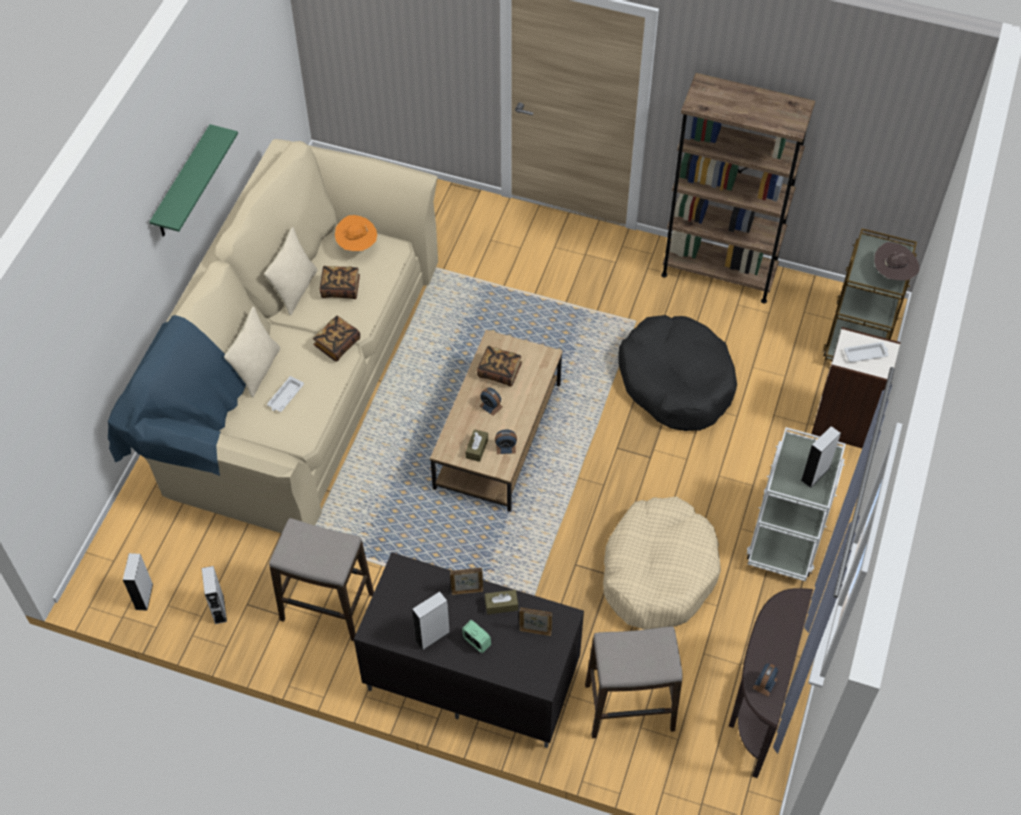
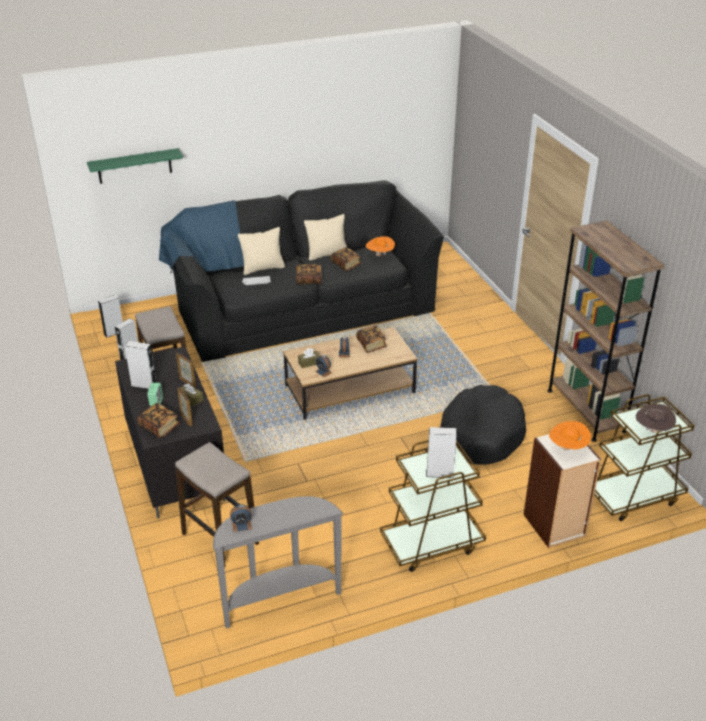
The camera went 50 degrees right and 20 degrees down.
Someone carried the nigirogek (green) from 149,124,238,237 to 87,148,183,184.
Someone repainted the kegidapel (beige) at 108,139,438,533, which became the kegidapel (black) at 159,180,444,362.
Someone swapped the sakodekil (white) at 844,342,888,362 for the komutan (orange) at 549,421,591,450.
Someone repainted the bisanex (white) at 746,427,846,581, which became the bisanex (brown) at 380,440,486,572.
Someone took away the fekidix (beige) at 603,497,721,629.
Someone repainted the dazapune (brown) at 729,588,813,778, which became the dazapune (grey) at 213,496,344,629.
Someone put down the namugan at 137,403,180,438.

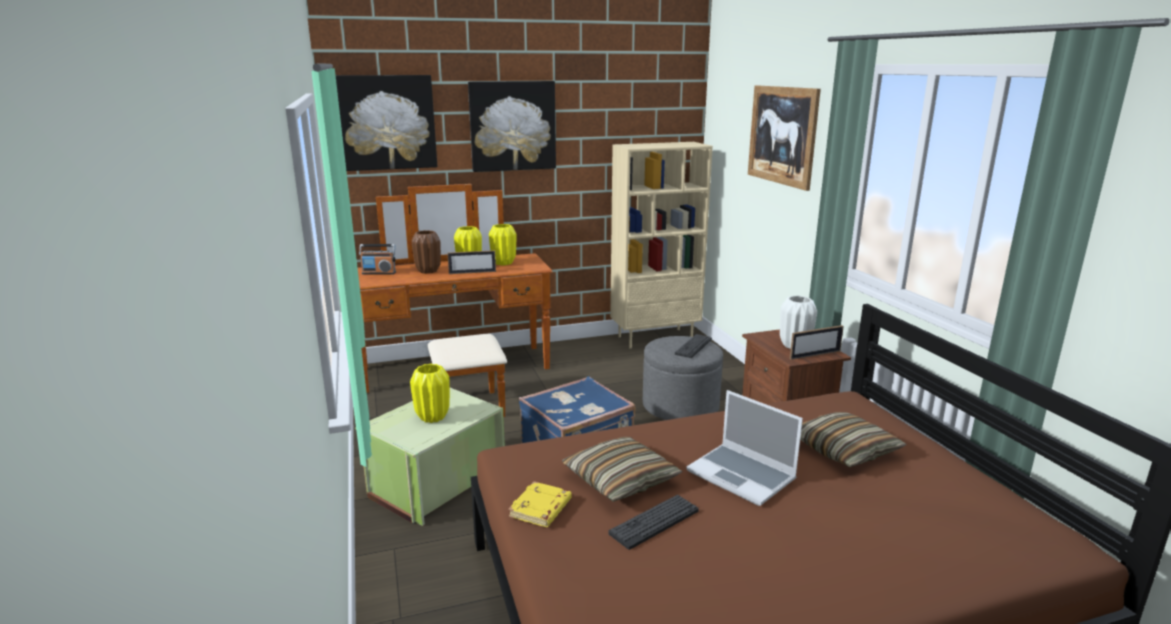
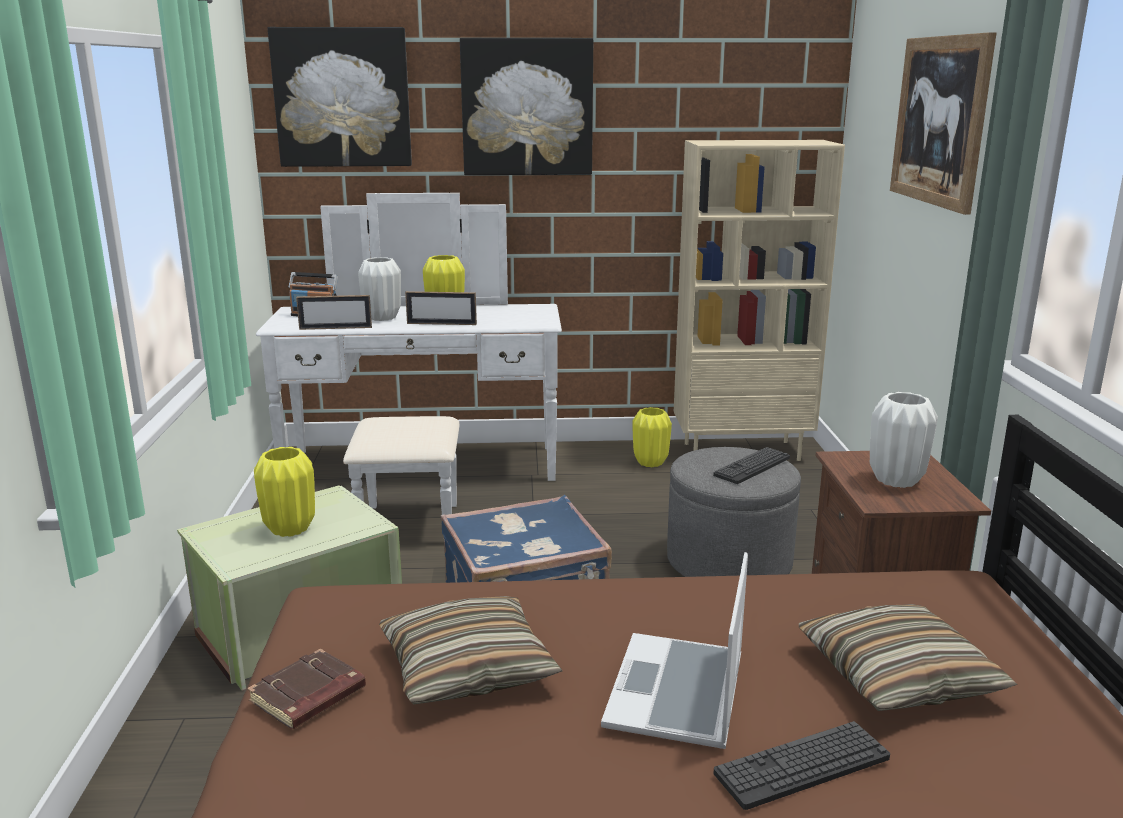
The camera went 15 degrees right and 0 degrees up.
Someone repainted the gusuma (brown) at 358,184,553,417, which became the gusuma (white) at 256,193,562,515.
Someone carried the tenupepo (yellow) from 489,224,516,266 to 633,407,672,467.
Someone repainted the tenupepo (brown) at 411,230,441,274, which became the tenupepo (white) at 358,257,401,321.
Someone carried the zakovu from 790,325,844,360 to 296,295,372,330.
Someone rotated the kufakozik at 686,390,803,506 by 45 degrees clockwise.
Someone repainted the namugan (yellow) at 508,481,572,527, which became the namugan (brown) at 247,649,366,729.
Someone carried the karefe from 609,495,699,550 to 714,721,890,810.

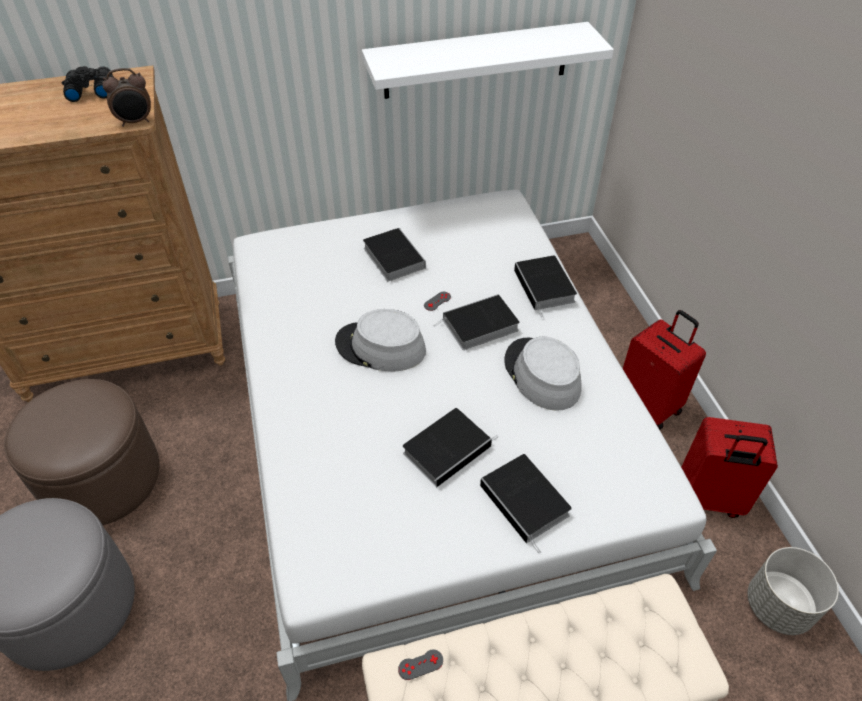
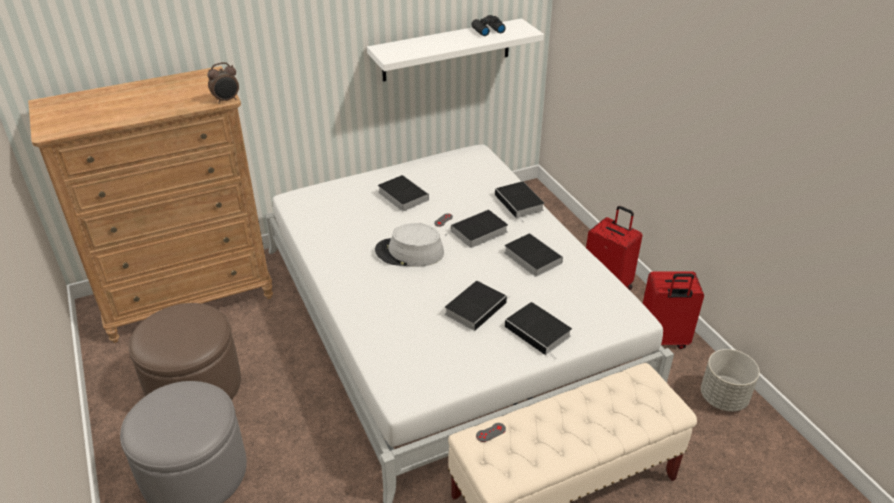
The camera went 10 degrees left and 10 degrees down.
Someone carried the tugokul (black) from 61,66,114,102 to 471,15,506,36.
Someone swapped the komutan (grey) at 504,337,581,411 for the namugan at 504,233,563,277.

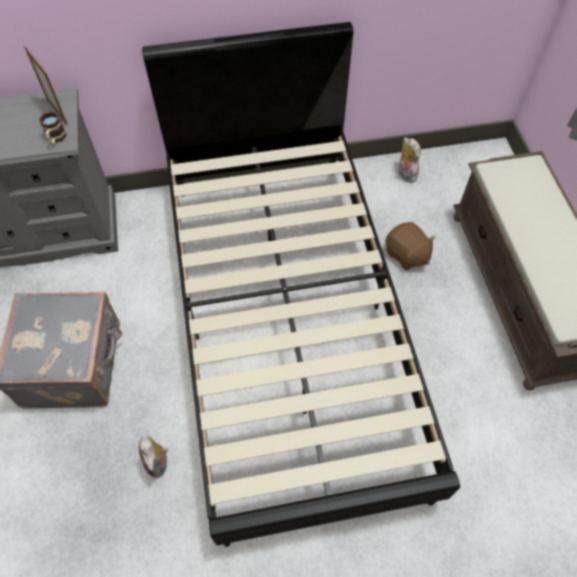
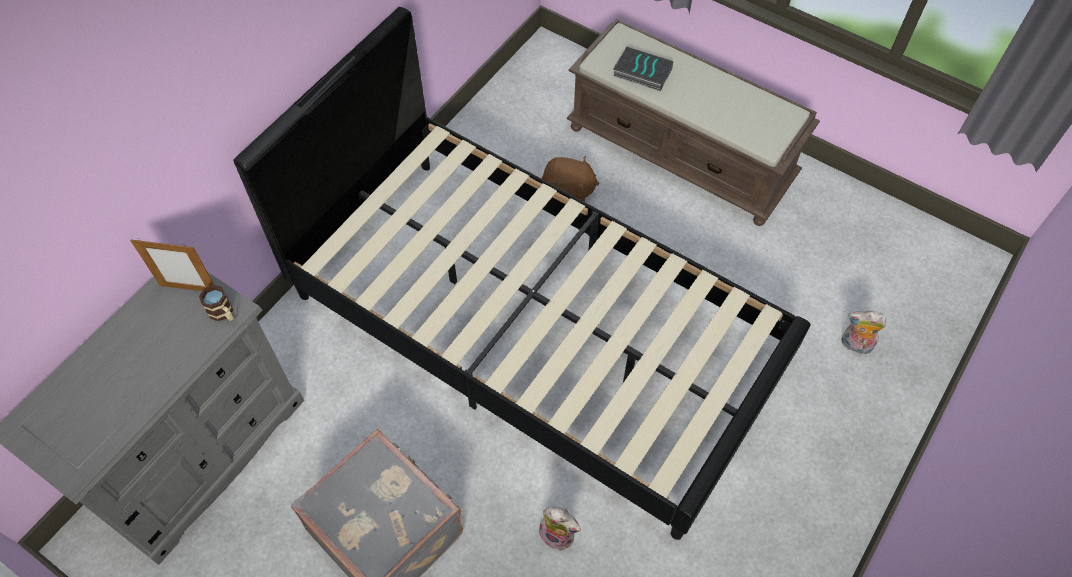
The camera went 45 degrees left and 0 degrees up.
Someone carried the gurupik from 398,137,421,183 to 841,311,886,354.
Someone put down the namugan at 613,47,673,91.

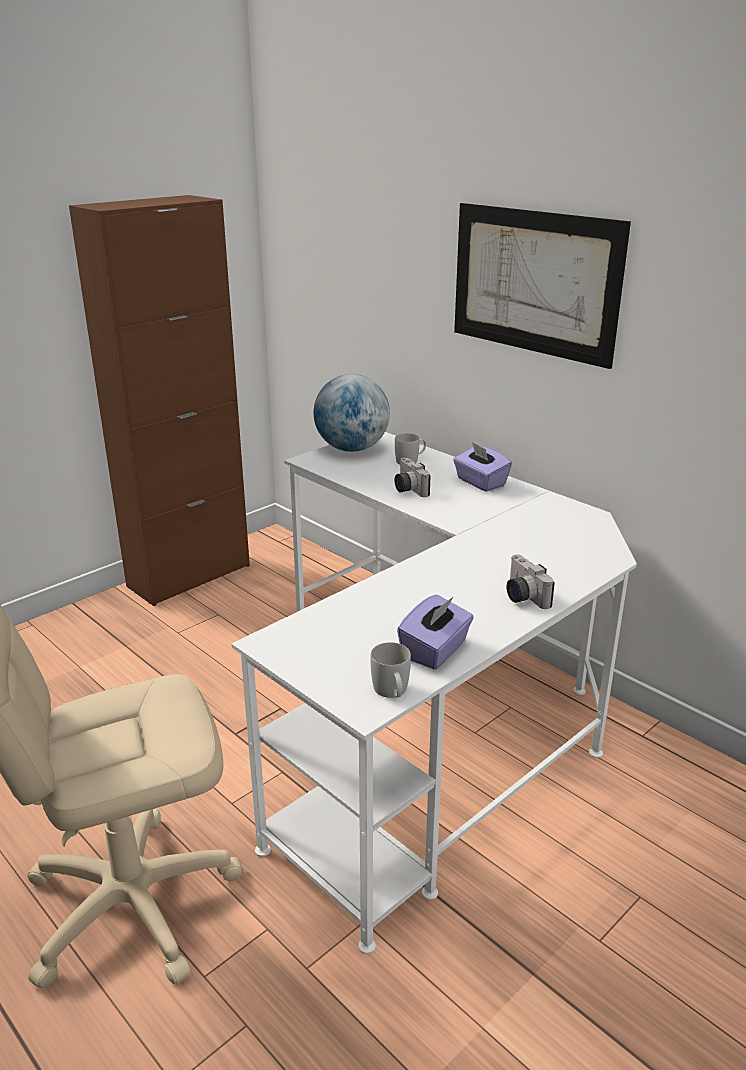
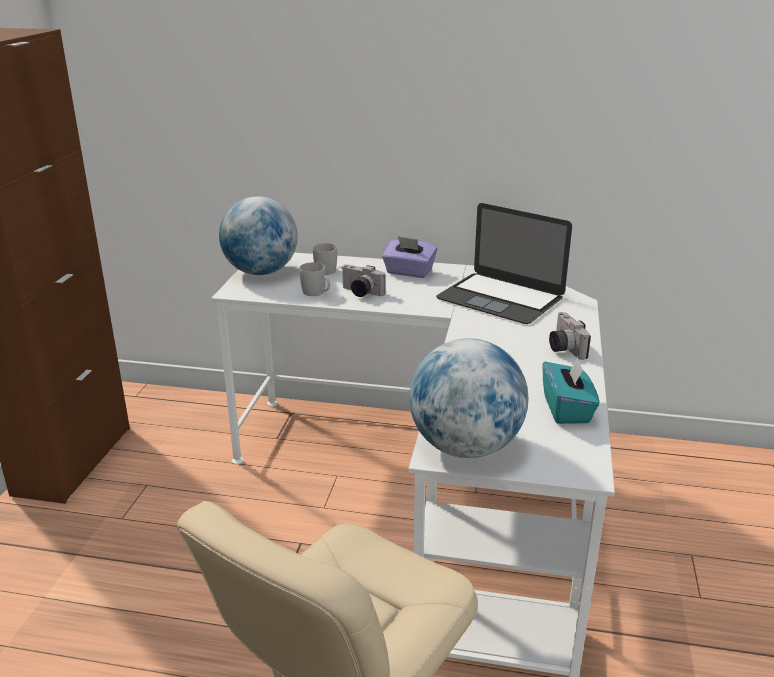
The camera went 35 degrees left and 0 degrees up.
Someone took away the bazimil at 454,203,631,369.
Someone rotated the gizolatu at 506,554,555,609 by 45 degrees clockwise.
Someone repainted the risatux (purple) at 397,594,474,670, which became the risatux (turquoise) at 543,357,600,424.
Someone carried the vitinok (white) from 370,642,411,698 to 300,262,330,296.
Someone put down the kufakozik at 436,203,572,324.
Someone put down the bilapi at 409,338,528,458.

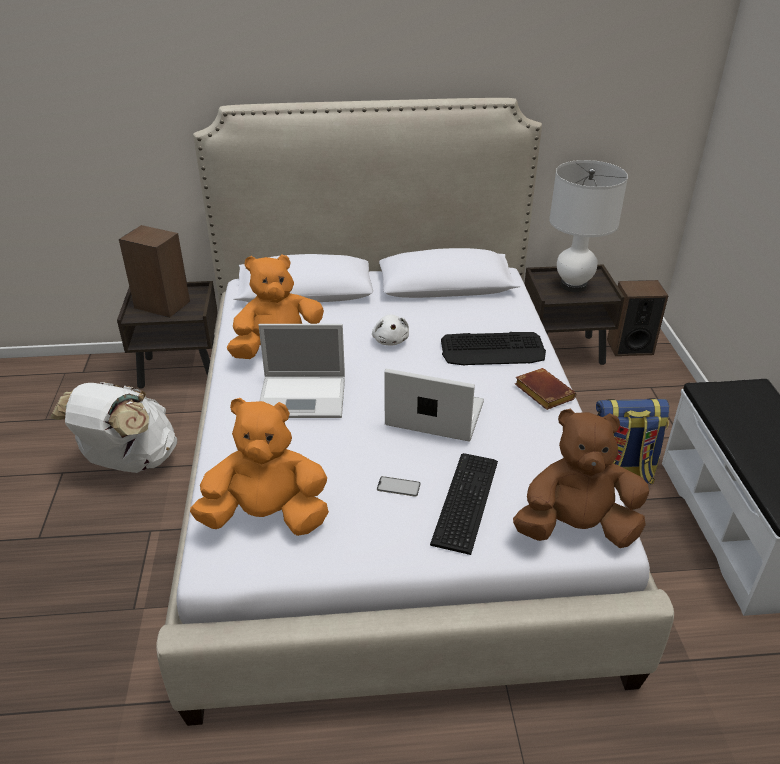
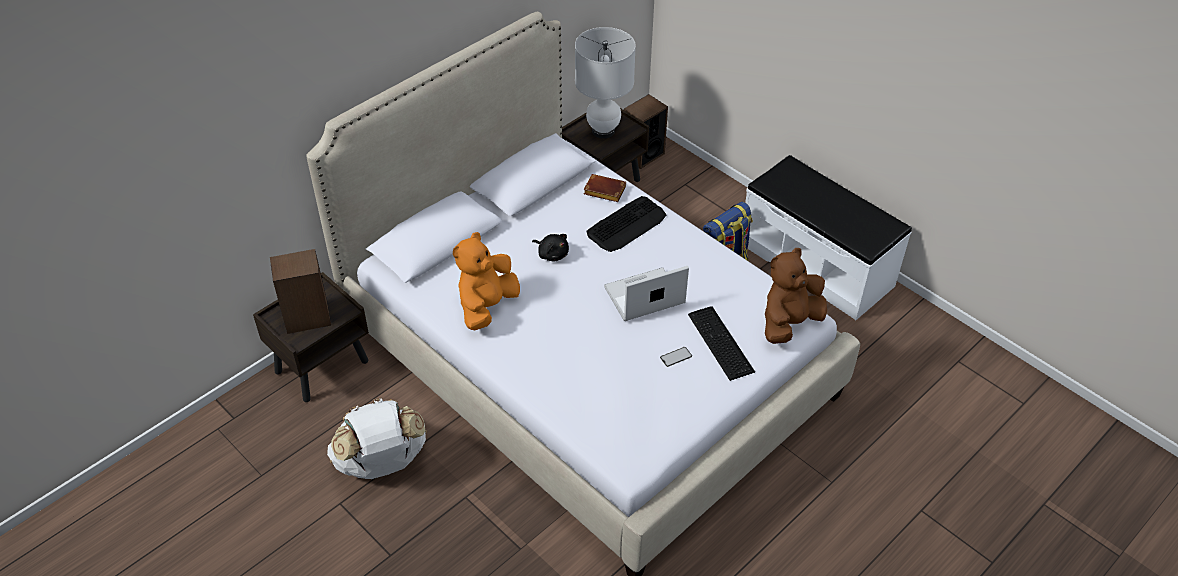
The camera went 40 degrees left and 10 degrees up.
Someone repainted the gurupik (white) at 372,314,409,346, which became the gurupik (black) at 532,234,569,262.
Someone took away the kufakozik at 259,324,345,418.
Someone carried the namugan (brown) from 515,368,576,410 to 584,174,626,202.
Someone took away the gurupik (orange) at 190,398,329,536.

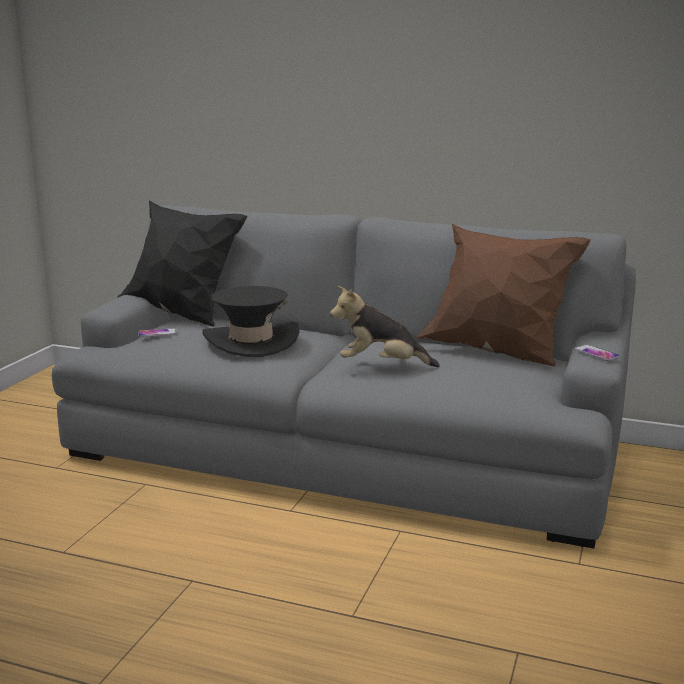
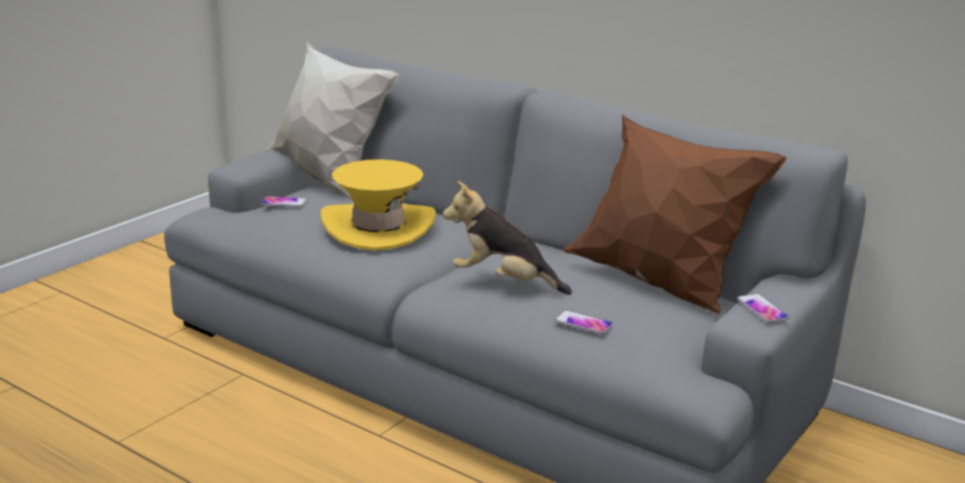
The camera went 15 degrees right and 5 degrees up.
Someone repainted the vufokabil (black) at 117,200,247,327, which became the vufokabil (white) at 265,42,400,201.
Someone repainted the komutan (black) at 202,286,299,357, which became the komutan (yellow) at 321,159,436,251.
Someone put down the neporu at 555,310,613,334.

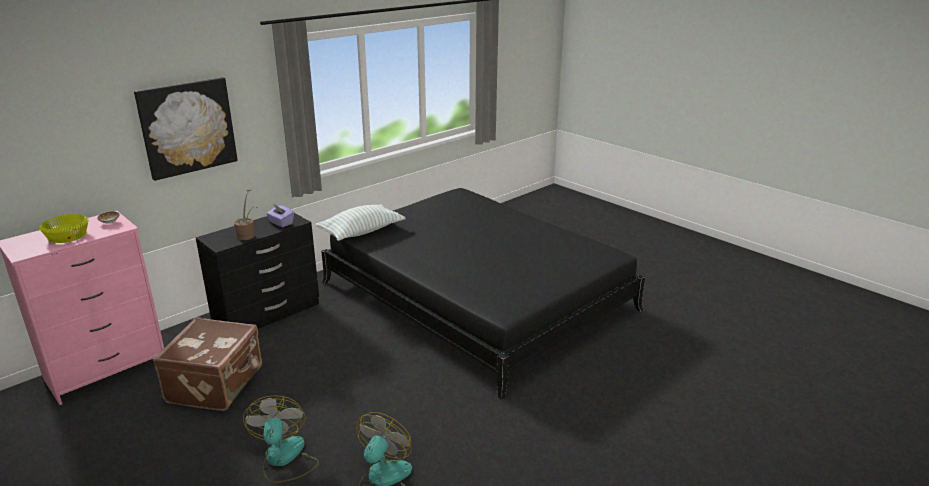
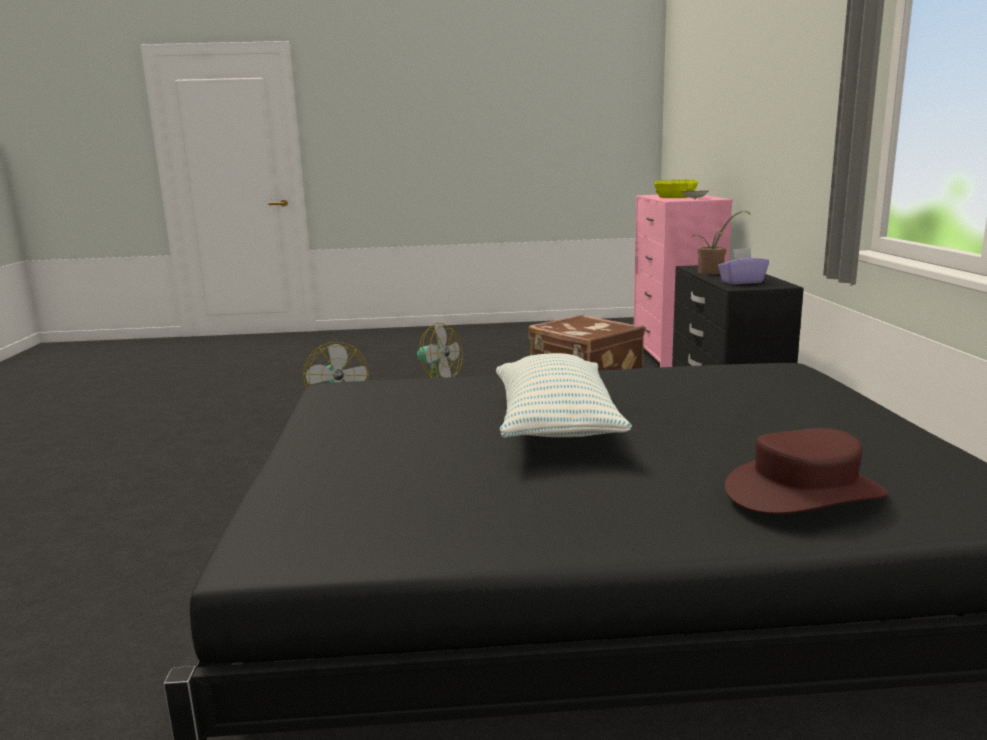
The camera went 130 degrees right and 10 degrees down.
Someone took away the bazimil at 134,77,238,181.
Someone carried the vufokabil from 316,204,405,241 to 496,353,632,438.
Someone put down the komutan (brown) at 725,428,888,514.

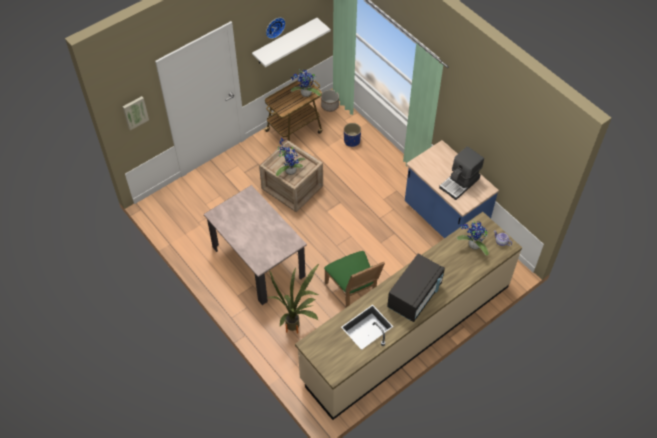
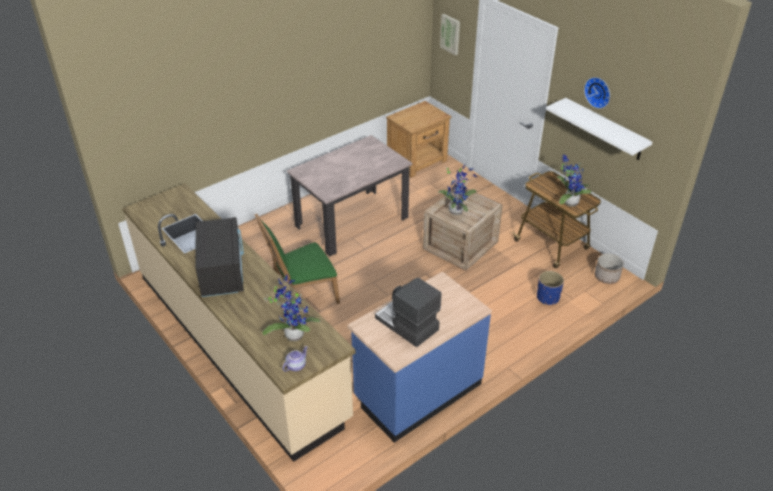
The camera went 90 degrees right and 15 degrees down.
Someone rotated the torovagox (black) at 387,254,445,322 by 135 degrees counterclockwise.
Someone took away the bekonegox at 268,264,319,334.
Someone put down the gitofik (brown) at 386,101,452,178.

